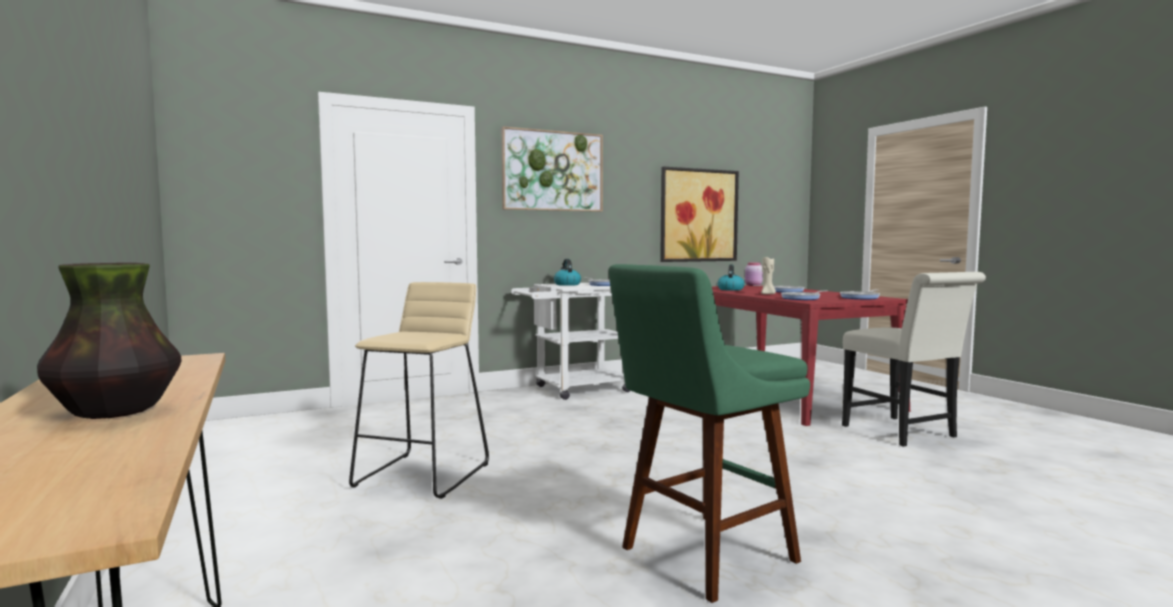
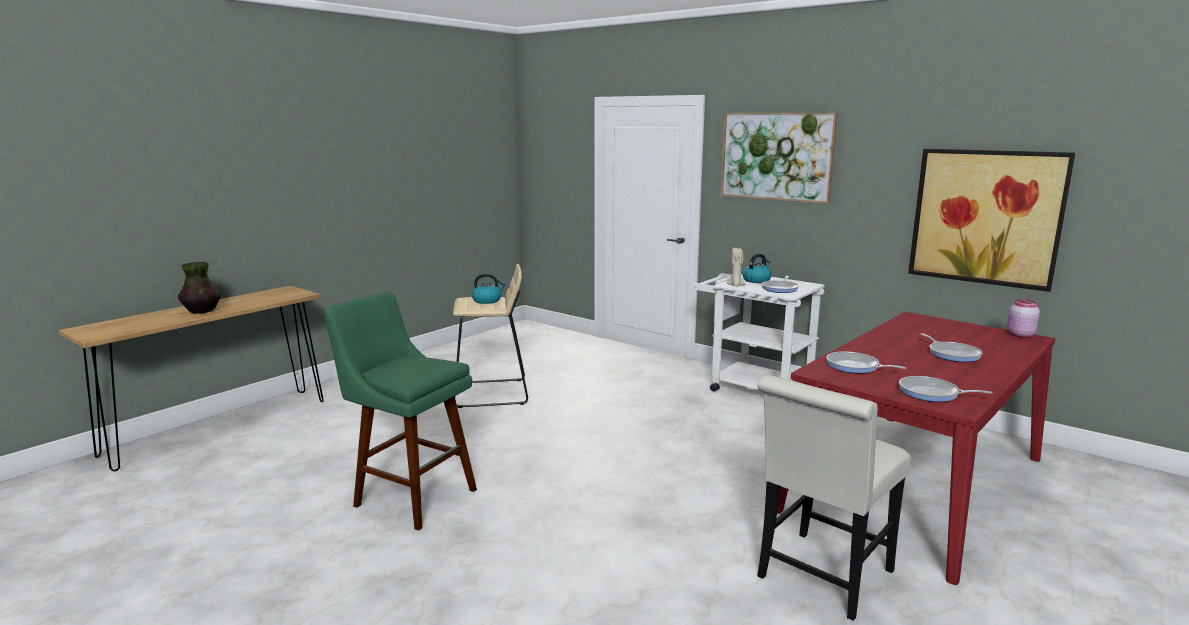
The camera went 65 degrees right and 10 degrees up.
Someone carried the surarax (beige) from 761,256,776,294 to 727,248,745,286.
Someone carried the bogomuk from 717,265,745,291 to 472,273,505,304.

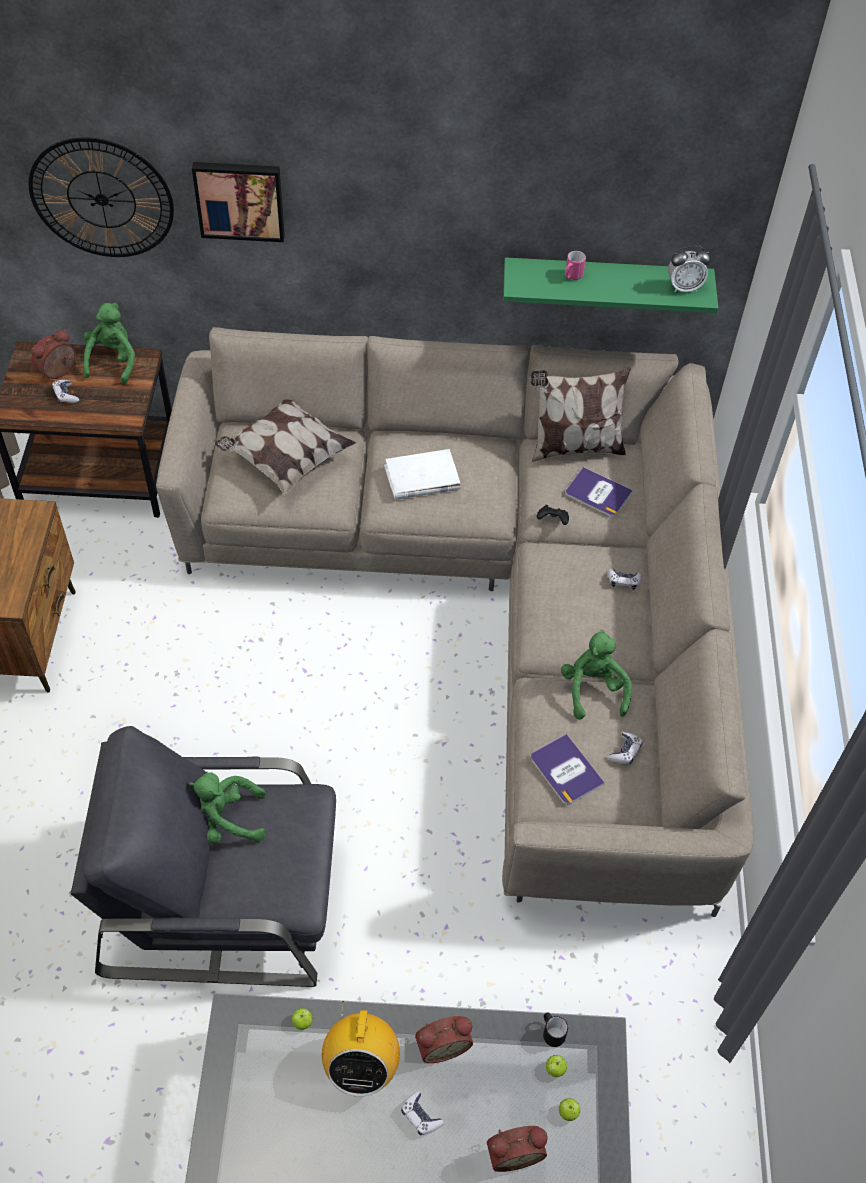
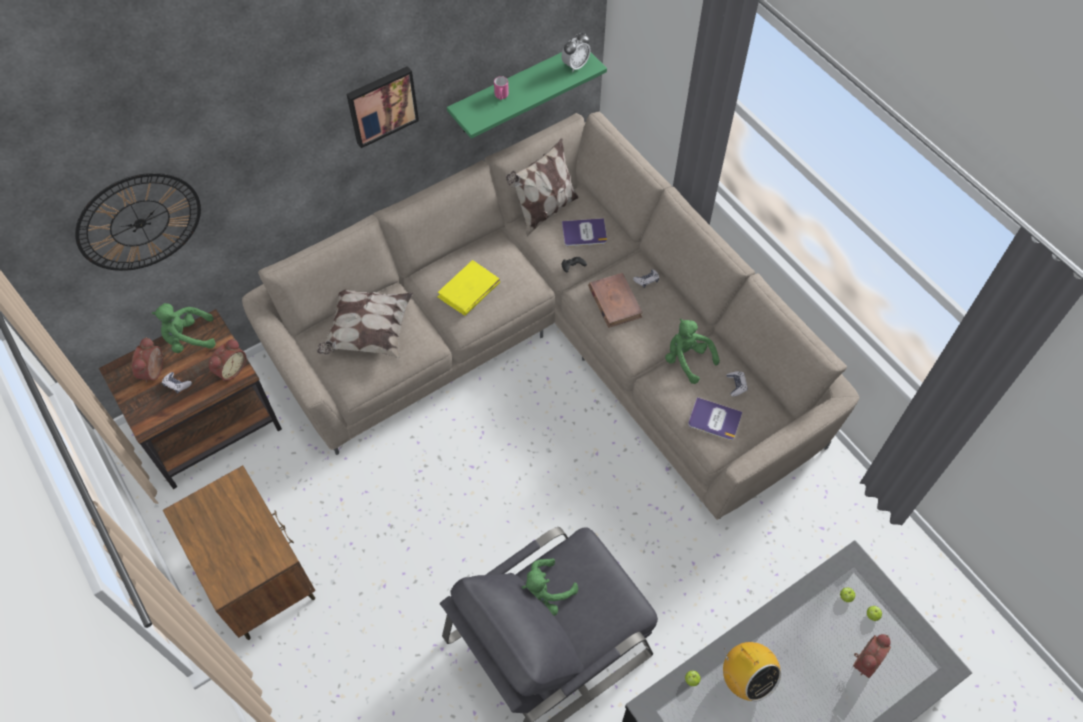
The camera went 35 degrees left and 5 degrees up.
Someone carried the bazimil from 192,162,285,242 to 346,66,419,148.
Someone rotated the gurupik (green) at 83,303,135,384 by 75 degrees counterclockwise.
Someone repainted the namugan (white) at 384,449,461,500, which became the namugan (yellow) at 437,260,500,316.
Someone took away the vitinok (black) at 543,1012,568,1047.
Someone carried the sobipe from 415,1016,473,1063 to 209,339,246,381.
Someone took away the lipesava at 401,1091,444,1135.
Someone put down the namugan (brown) at 588,273,643,328.

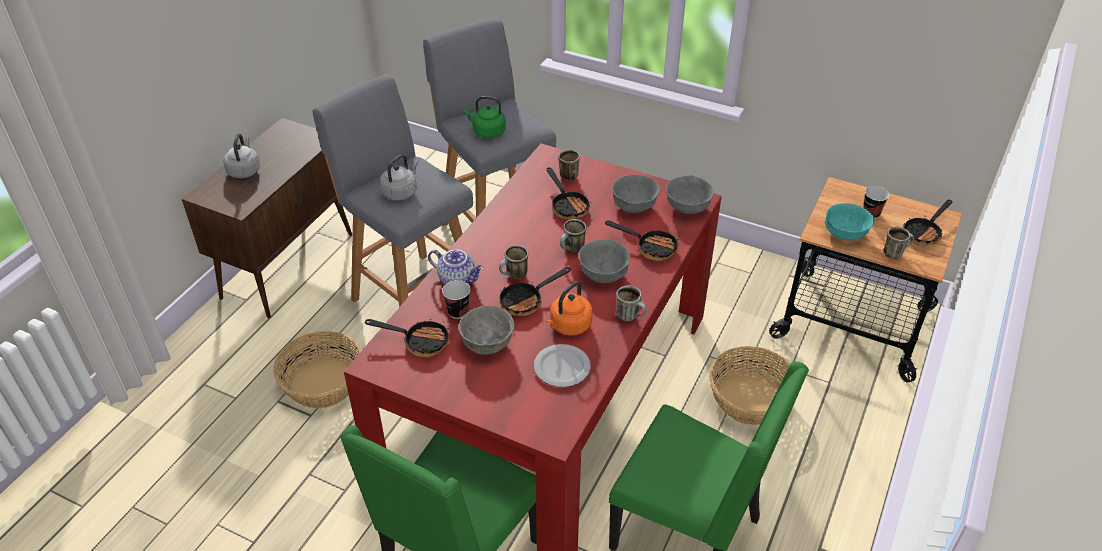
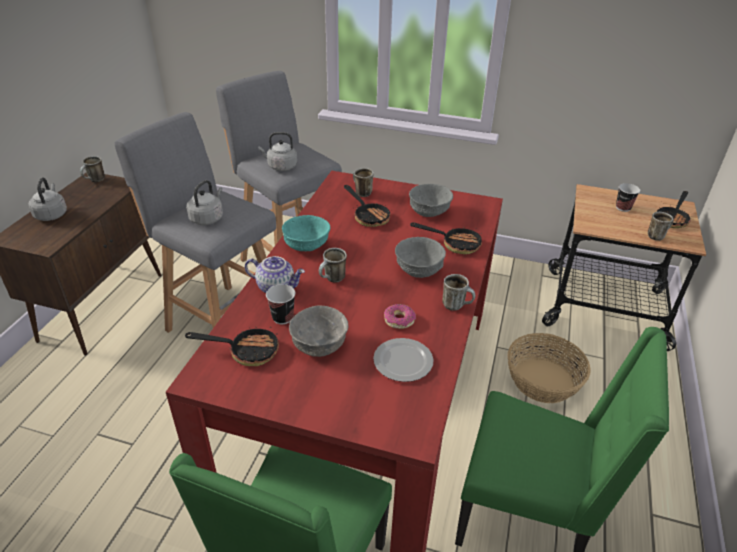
The camera went 10 degrees left and 5 degrees down.
Someone repainted the bogomuk (green) at 464,96,506,138, which became the bogomuk (grey) at 258,132,297,171.
Someone took away the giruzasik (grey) at 666,175,714,214.
Someone carried the giruzasik (turquoise) from 825,203,874,241 to 282,215,330,251.
Someone carried the vitinok from 560,219,586,253 to 80,156,105,182.
Someone took away the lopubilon at 500,267,571,316.
Someone swapped the bogomuk (orange) at 546,281,593,336 for the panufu at 384,304,416,329.
Someone took away the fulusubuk at 273,331,361,408.

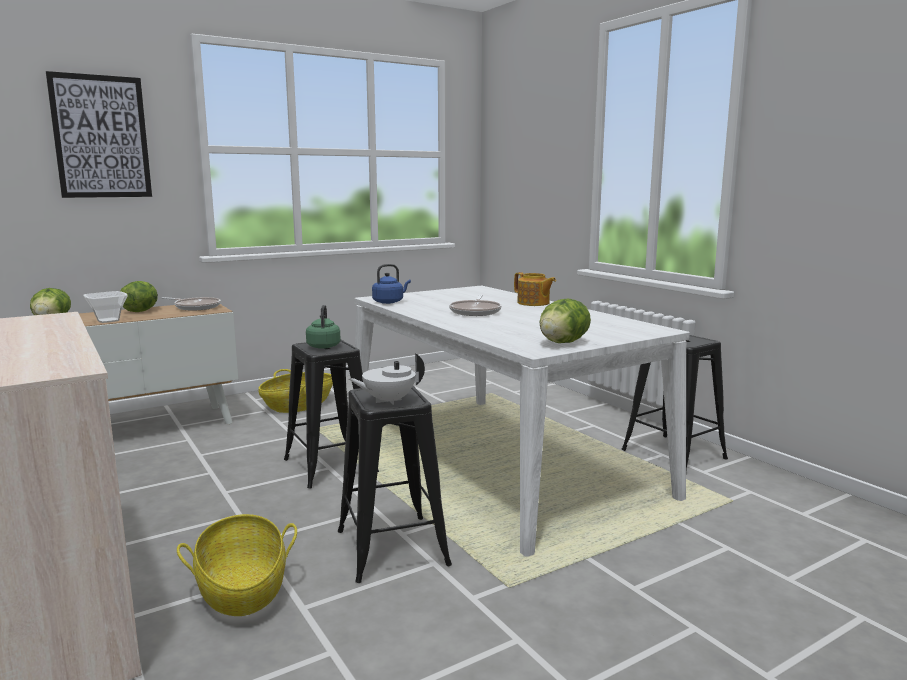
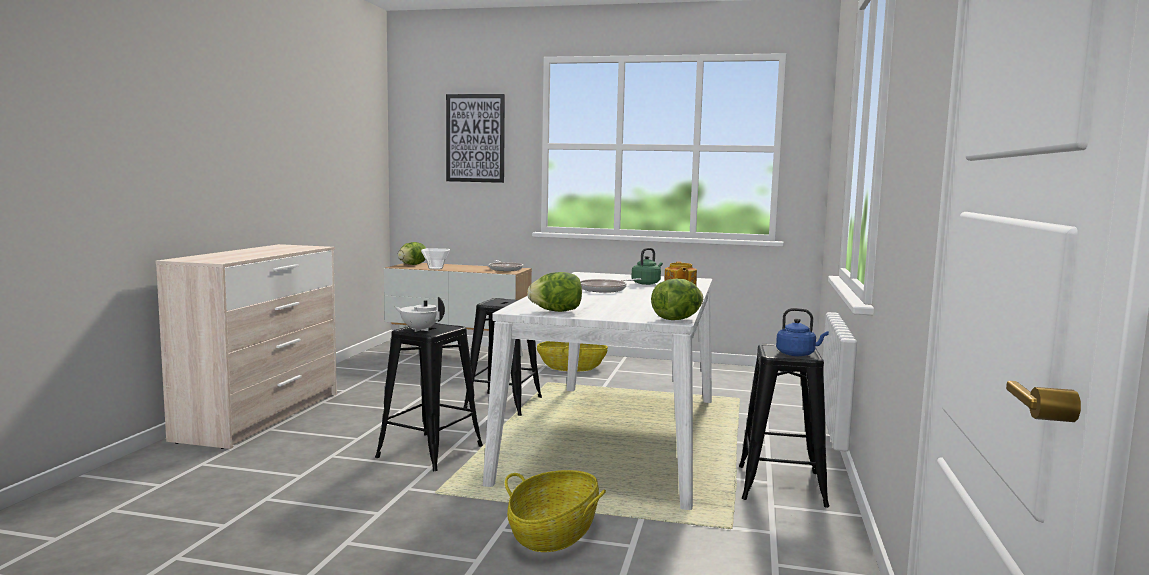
The camera went 45 degrees right and 5 degrees down.
Someone carried the bogomuk (blue) from 372,264,411,304 to 776,308,829,356.
Someone carried the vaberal from 120,281,158,312 to 651,278,703,320.
Someone carried the bogomuk (green) from 306,305,341,349 to 632,248,663,285.
Someone carried the fulusubuk from 177,514,297,616 to 505,470,606,552.

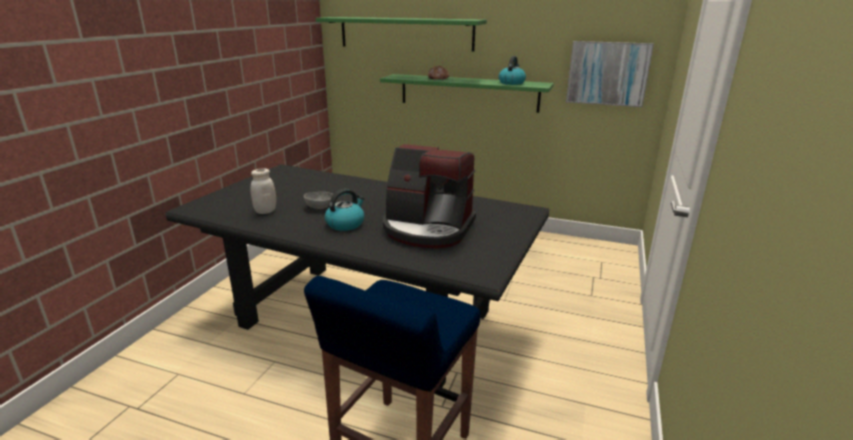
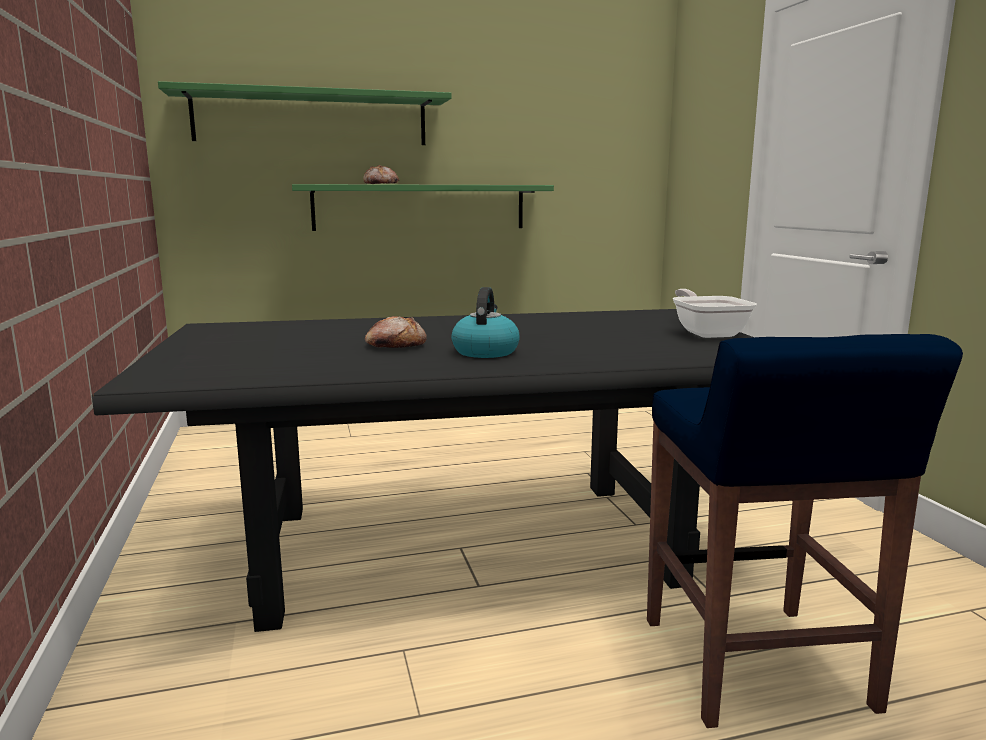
The camera went 35 degrees left and 10 degrees down.
Someone took away the bazimil at 566,41,654,107.
Someone took away the bogomuk at 499,56,526,85.
Someone took away the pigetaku at 383,144,476,249.
Someone took away the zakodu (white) at 250,168,276,214.
Someone swapped the giruzasik (grey) at 304,192,334,209 for the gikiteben at 365,316,427,348.
Someone put down the lopubilon at 673,289,757,338.

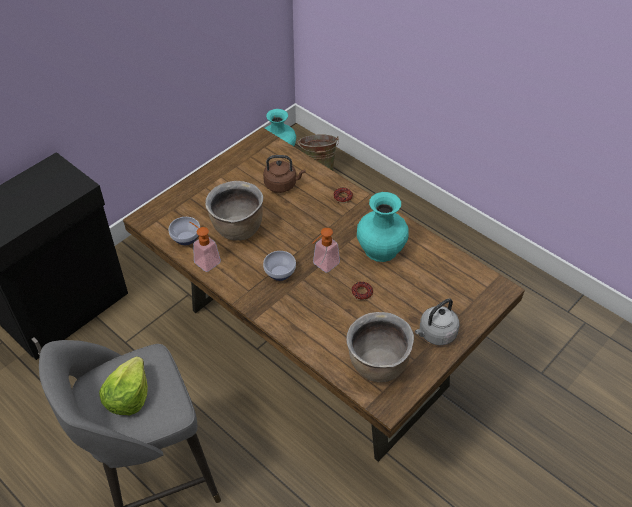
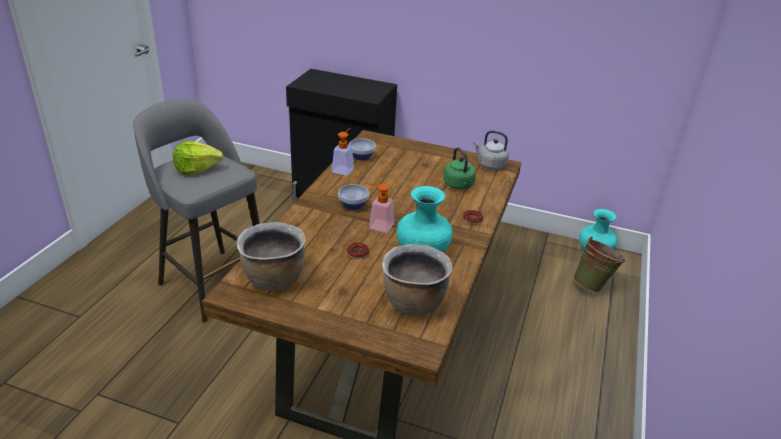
The camera went 65 degrees right and 15 degrees down.
Someone repainted the bogomuk (brown) at 263,155,306,193, which became the bogomuk (green) at 443,147,476,190.
Someone carried the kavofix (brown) from 205,181,263,241 to 382,244,453,316.
Someone carried the bogomuk (grey) from 415,298,459,345 to 473,130,509,170.

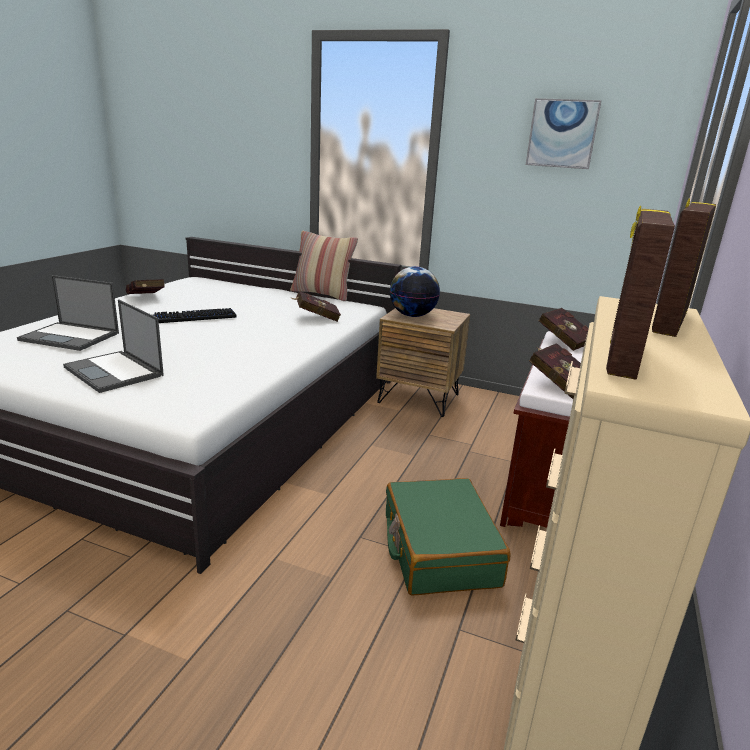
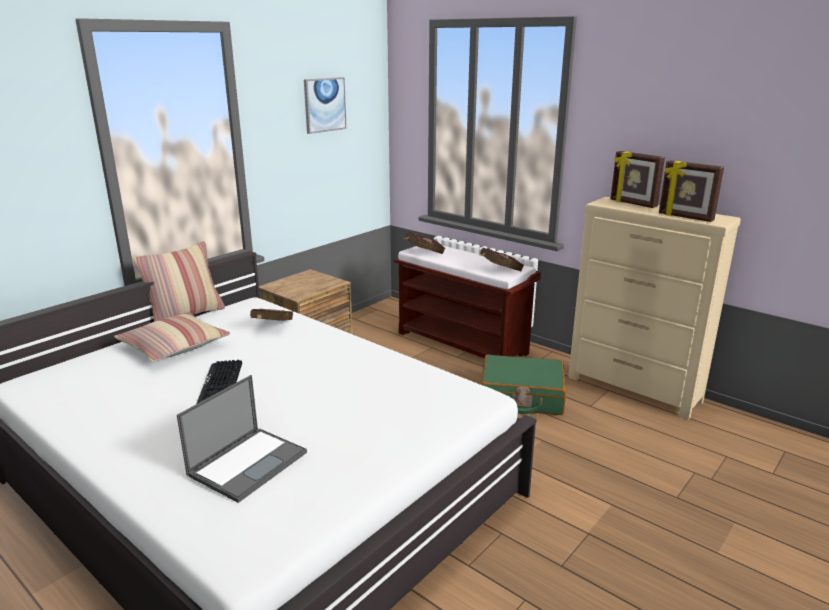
The camera went 70 degrees left and 0 degrees up.
Someone took away the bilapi at 390,266,440,317.
Someone took away the namugan (red) at 126,279,165,294.
Someone took away the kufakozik at 63,299,164,393.
Someone put down the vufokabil at 114,312,230,362.

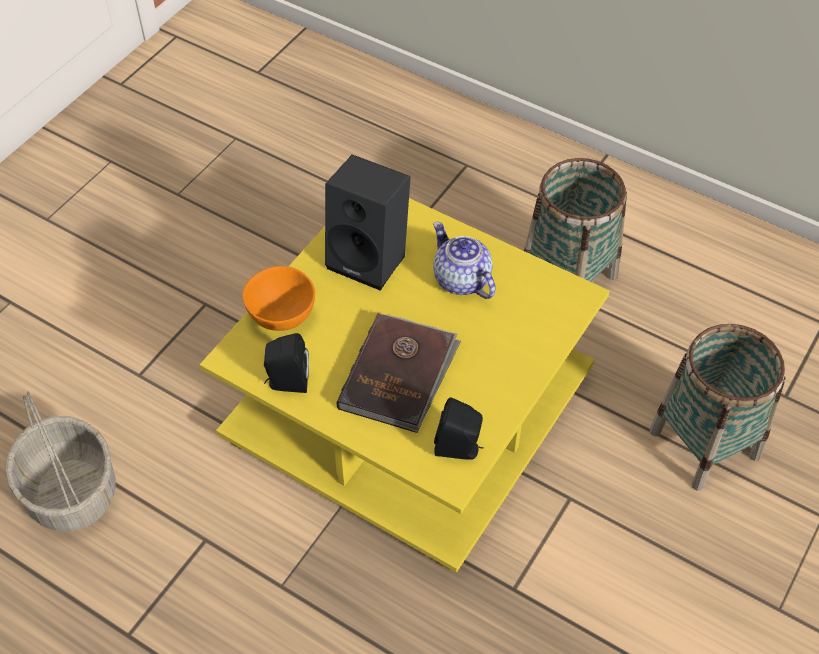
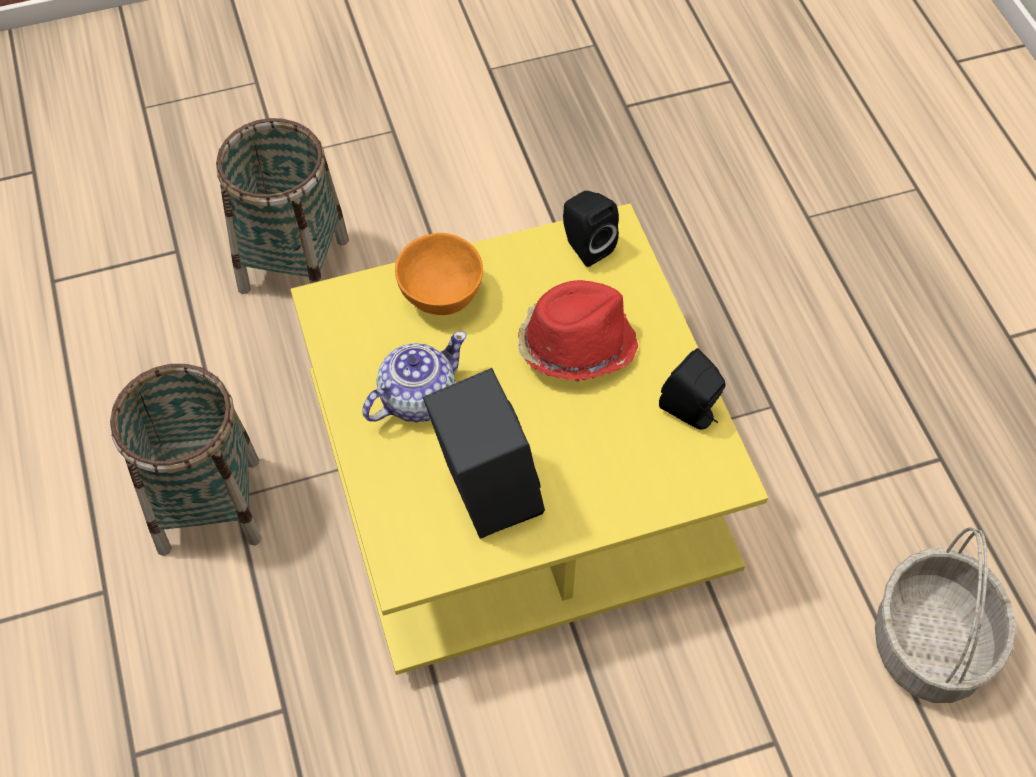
The camera went 140 degrees left and 5 degrees up.
Someone rotated the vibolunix at 433,222,496,299 by 135 degrees counterclockwise.
Someone carried the giruzasik (orange) from 243,266,315,331 to 395,233,483,315.
Someone swapped the namugan (brown) at 336,313,461,433 for the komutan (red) at 518,280,638,381.

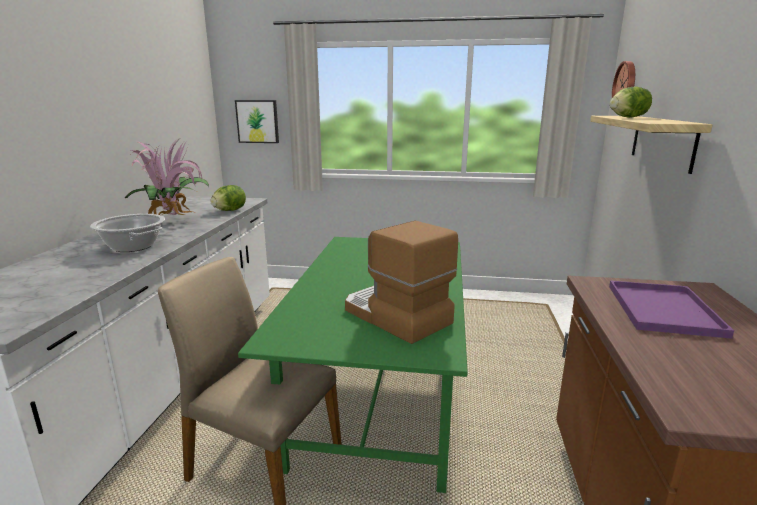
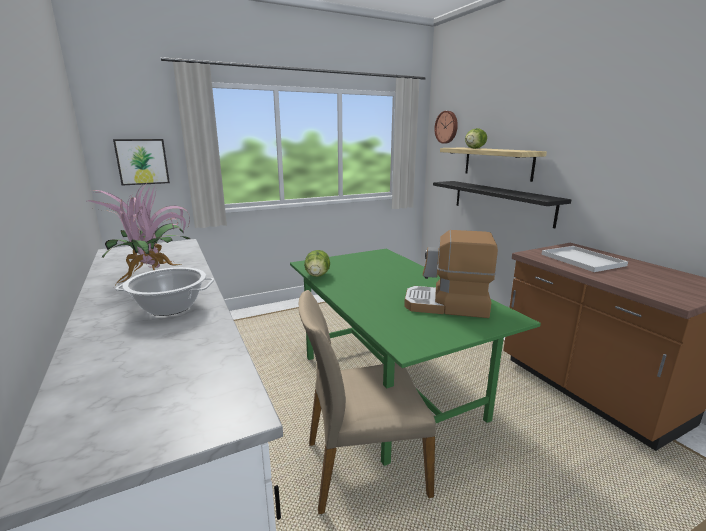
The camera went 35 degrees left and 0 degrees up.
Someone carried the vaberal from 210,185,246,211 to 304,250,330,277.
Someone repainted the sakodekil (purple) at 609,280,734,339, which became the sakodekil (white) at 541,246,628,272.
Someone put up the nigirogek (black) at 433,181,571,229.

